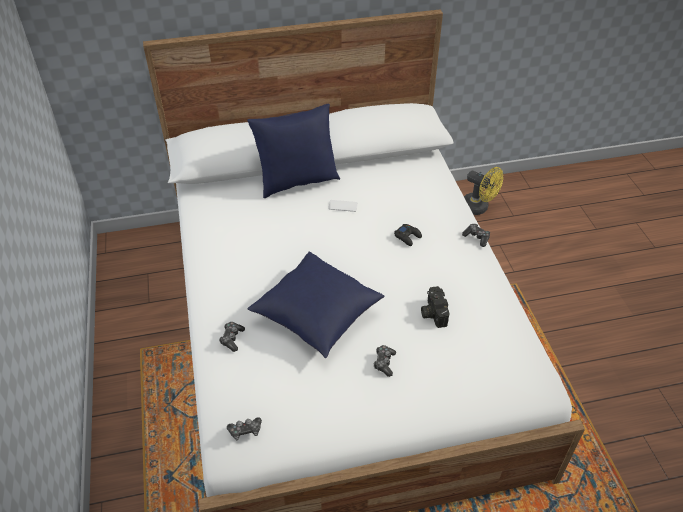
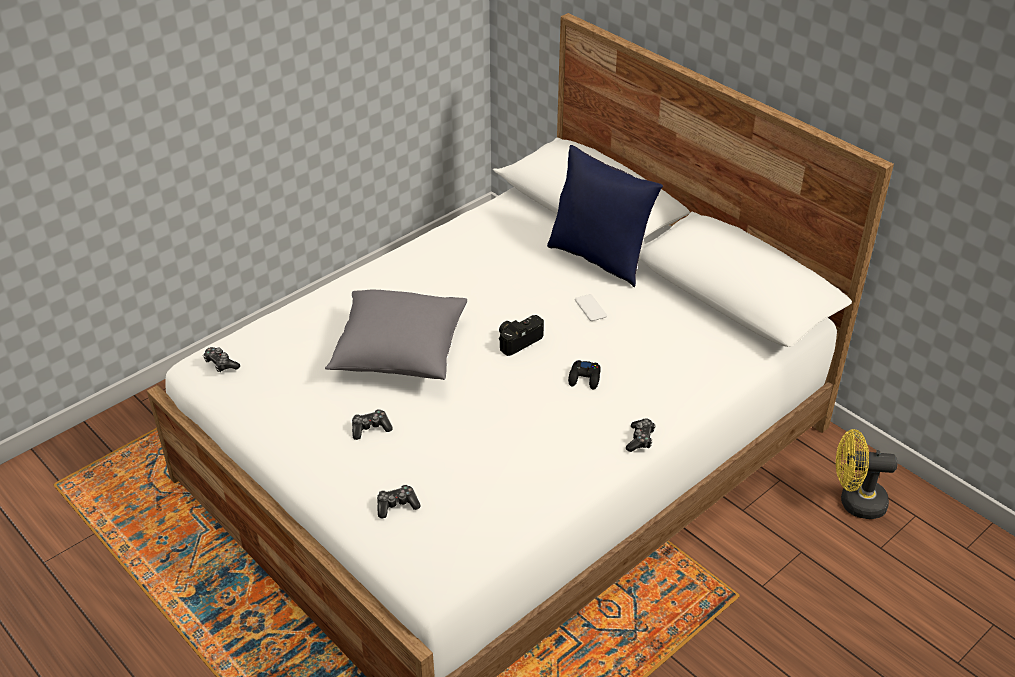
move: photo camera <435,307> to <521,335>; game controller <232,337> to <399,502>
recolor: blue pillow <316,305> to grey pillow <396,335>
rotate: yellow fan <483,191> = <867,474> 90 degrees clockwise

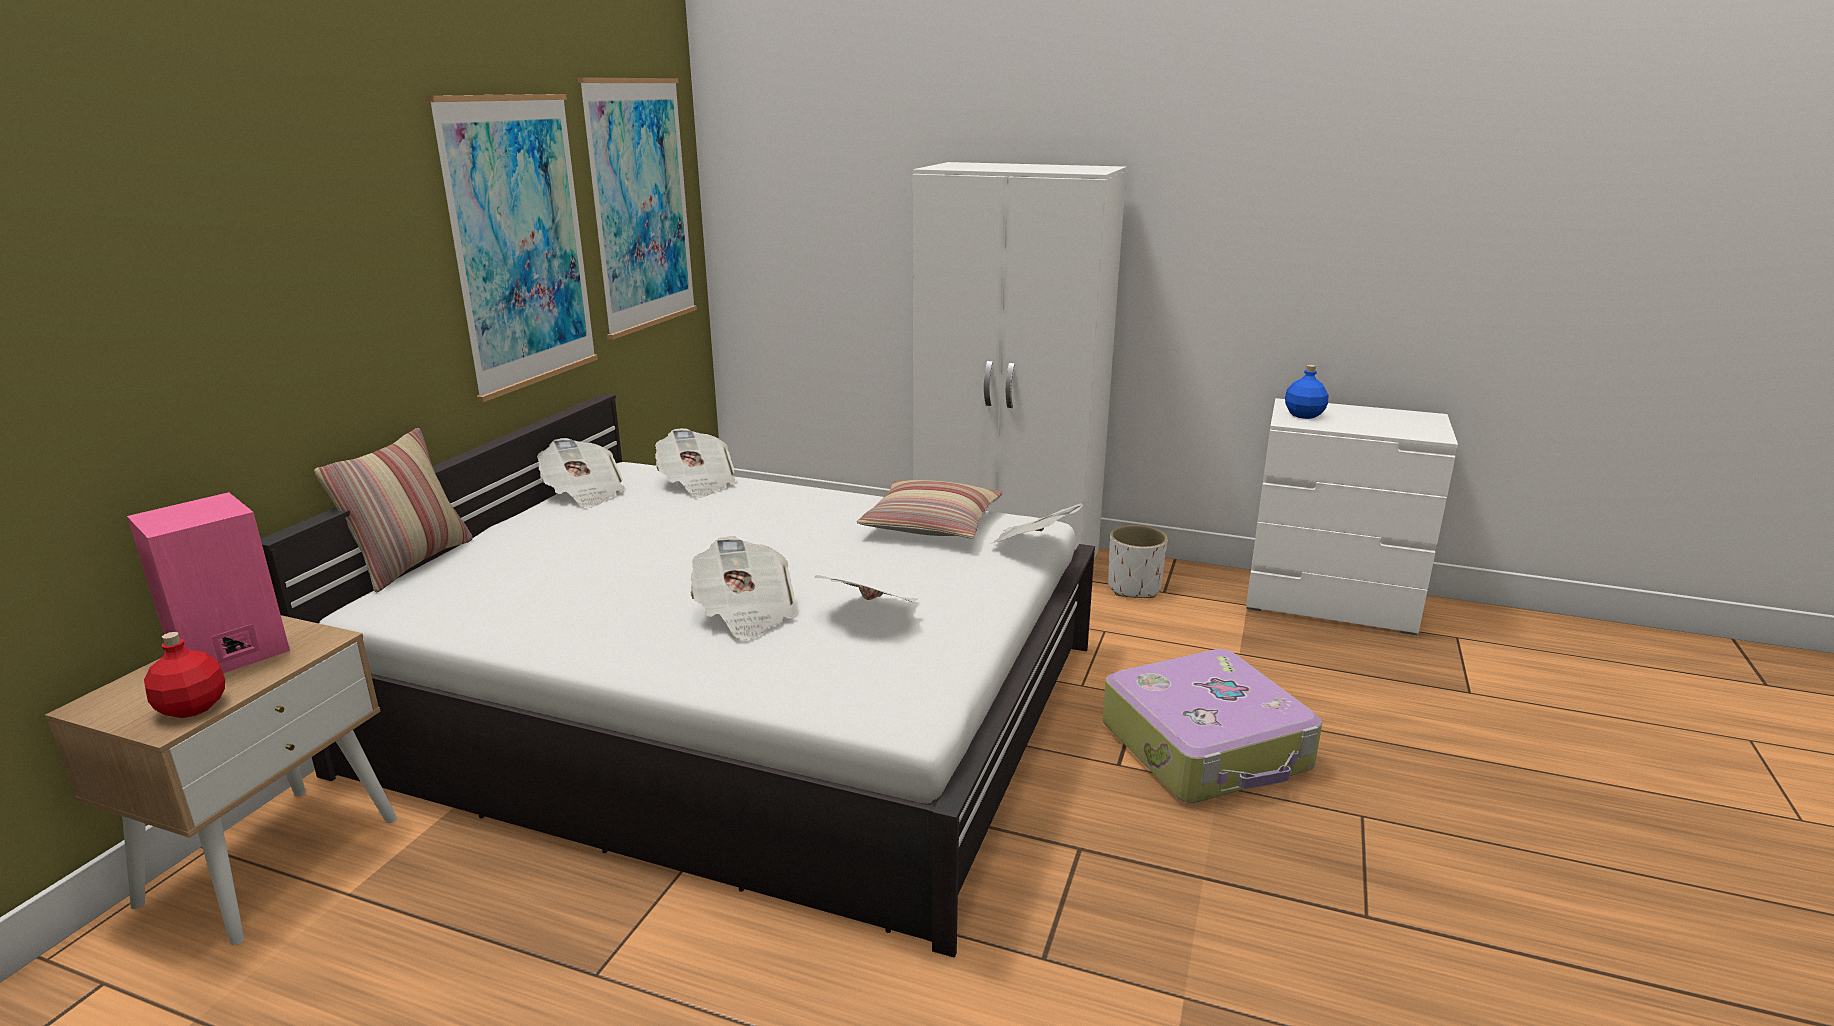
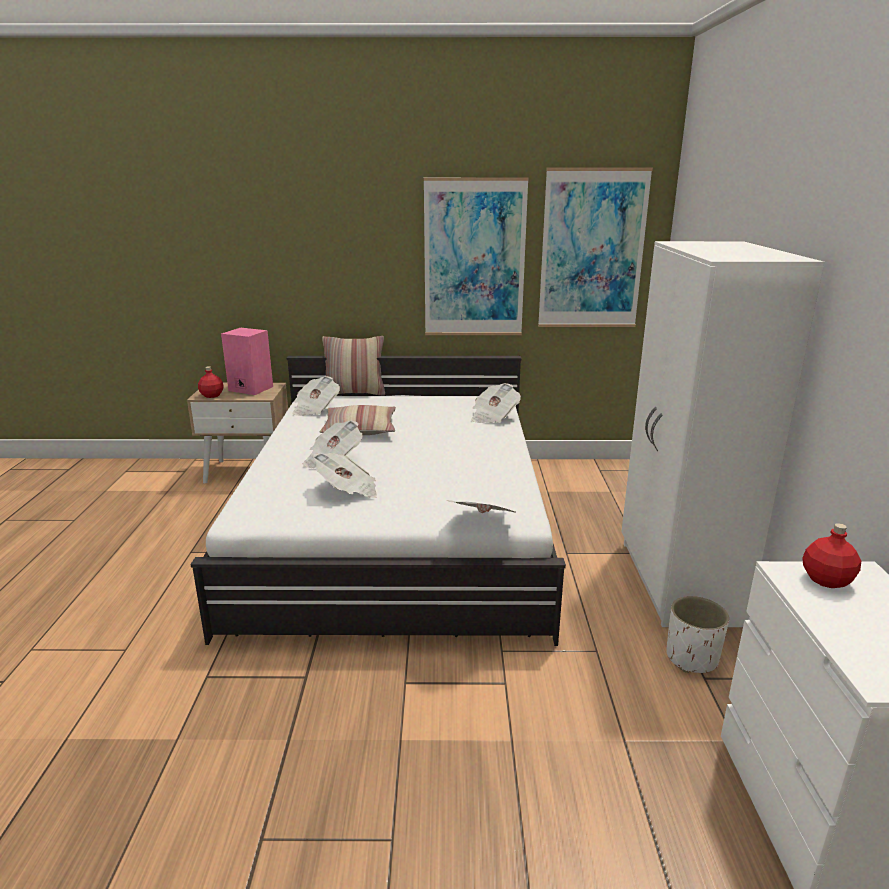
delete: suitcase <1212,726>
move: newspaper <581,473> to <316,396>; pillow <929,509> to <358,420>
recolor: blue bottle <1306,392> to red bottle <831,555>

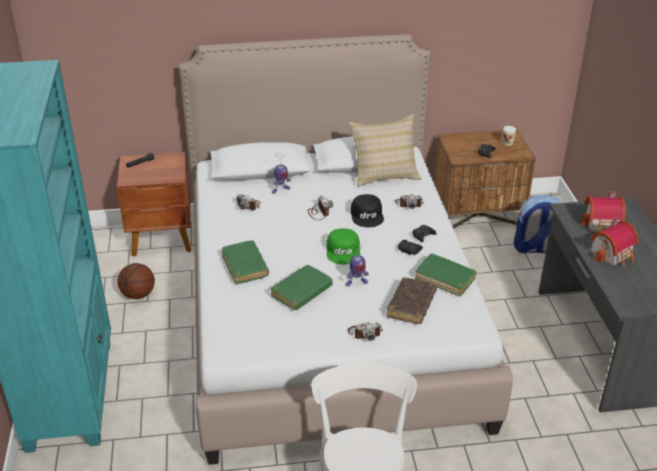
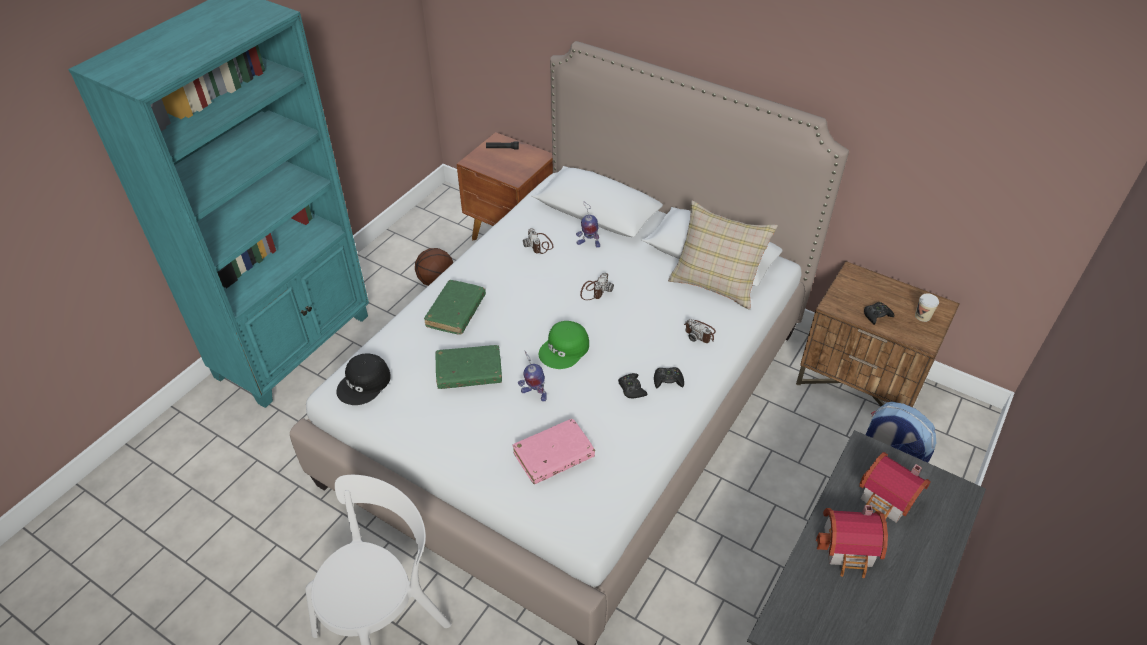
delete: green book <446,275>; photo camera <365,331>
move: black cap <367,210> to <363,379>
recolor: brown book <411,300> to pink book <554,451>

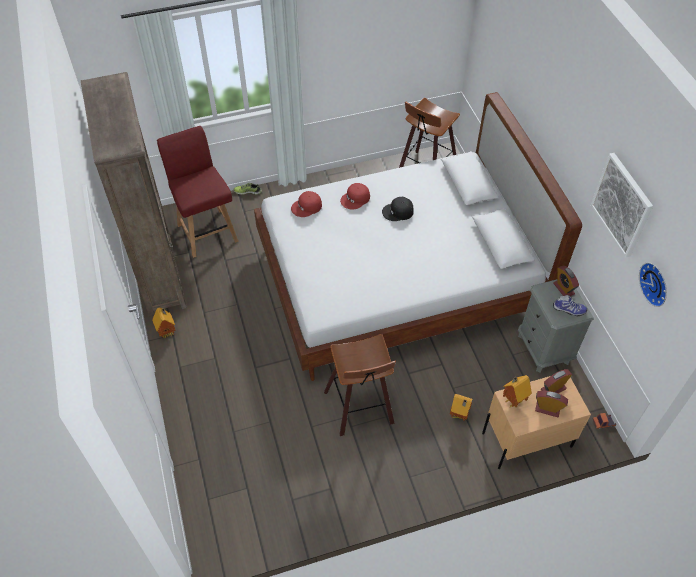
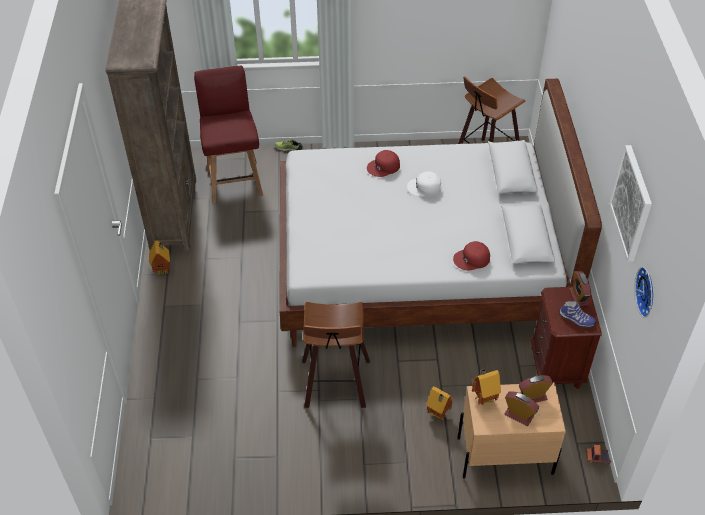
move: red cap <306,204> to <471,256>
recolor: black cap <398,209> to white cap <424,184>; grey nightstand <556,326> to brown nightstand <566,338>

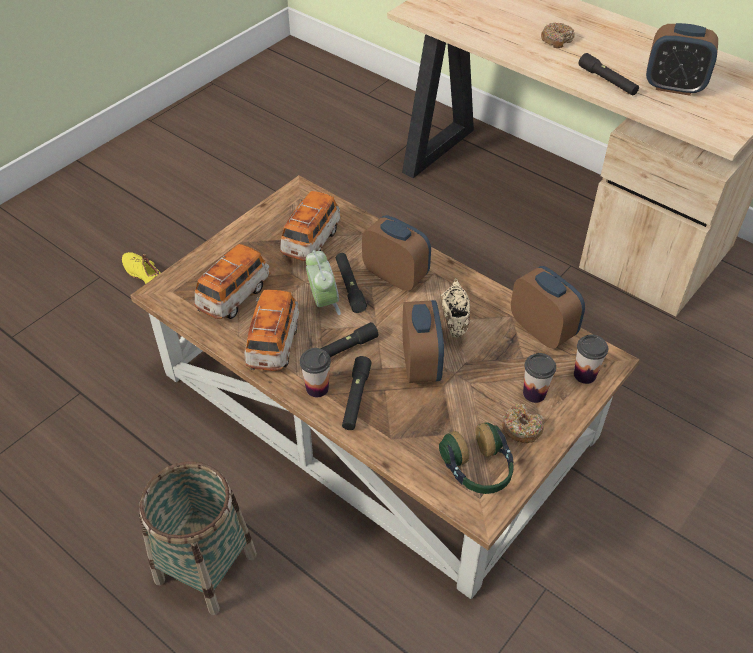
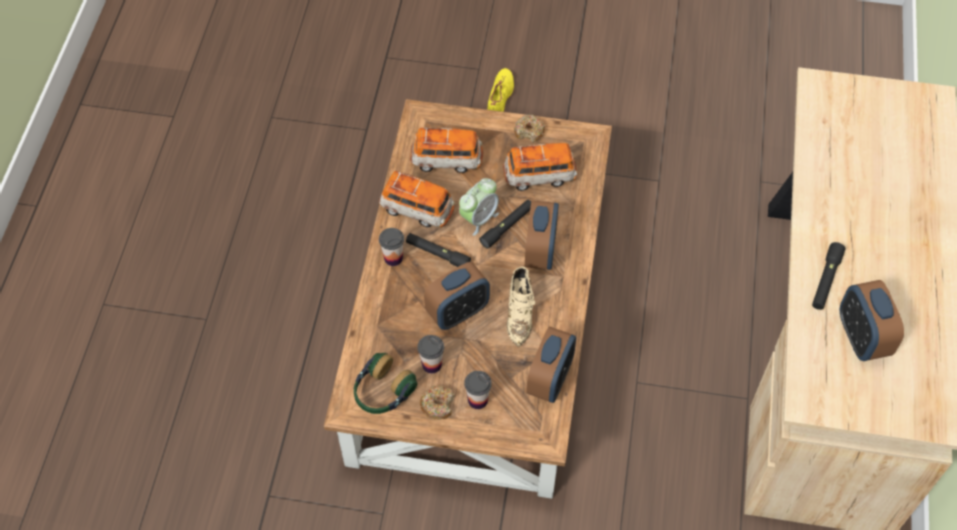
delete: black flashlight <357,393>; basket <198,538>
move: donut <558,35> to <529,128>; cup <591,359> to <430,354>
rotate: beige shoe <455,308> = <521,307> 120 degrees clockwise; toy car <271,330> = <416,199> 45 degrees clockwise

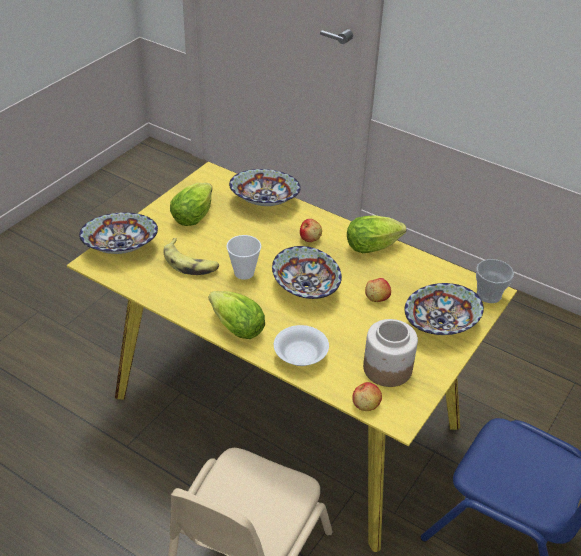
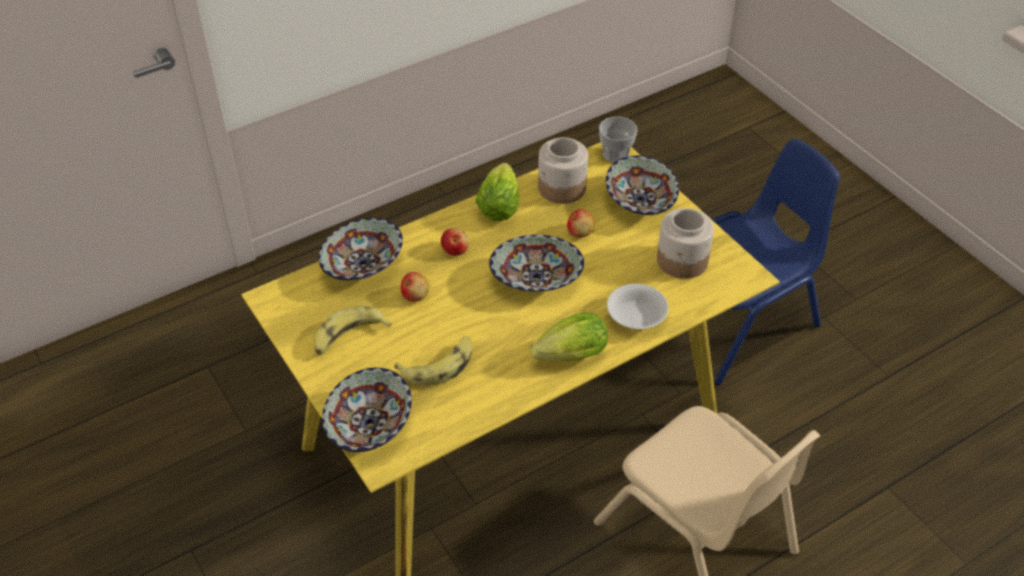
delete: cup <243,257>
insert: jar <563,170>
move: apple <367,396> to <415,287>
replace: lettuce <191,204> to banana <353,330>

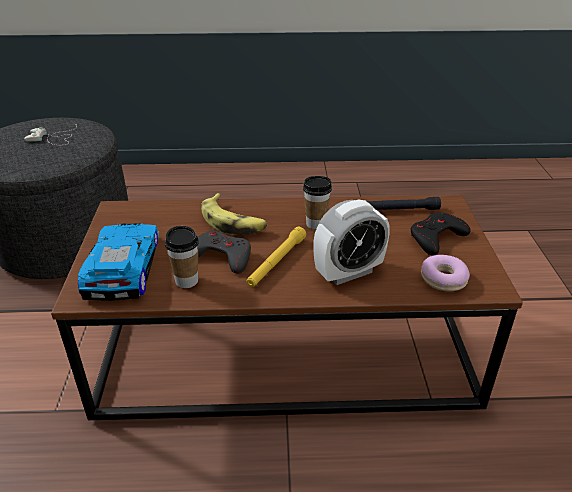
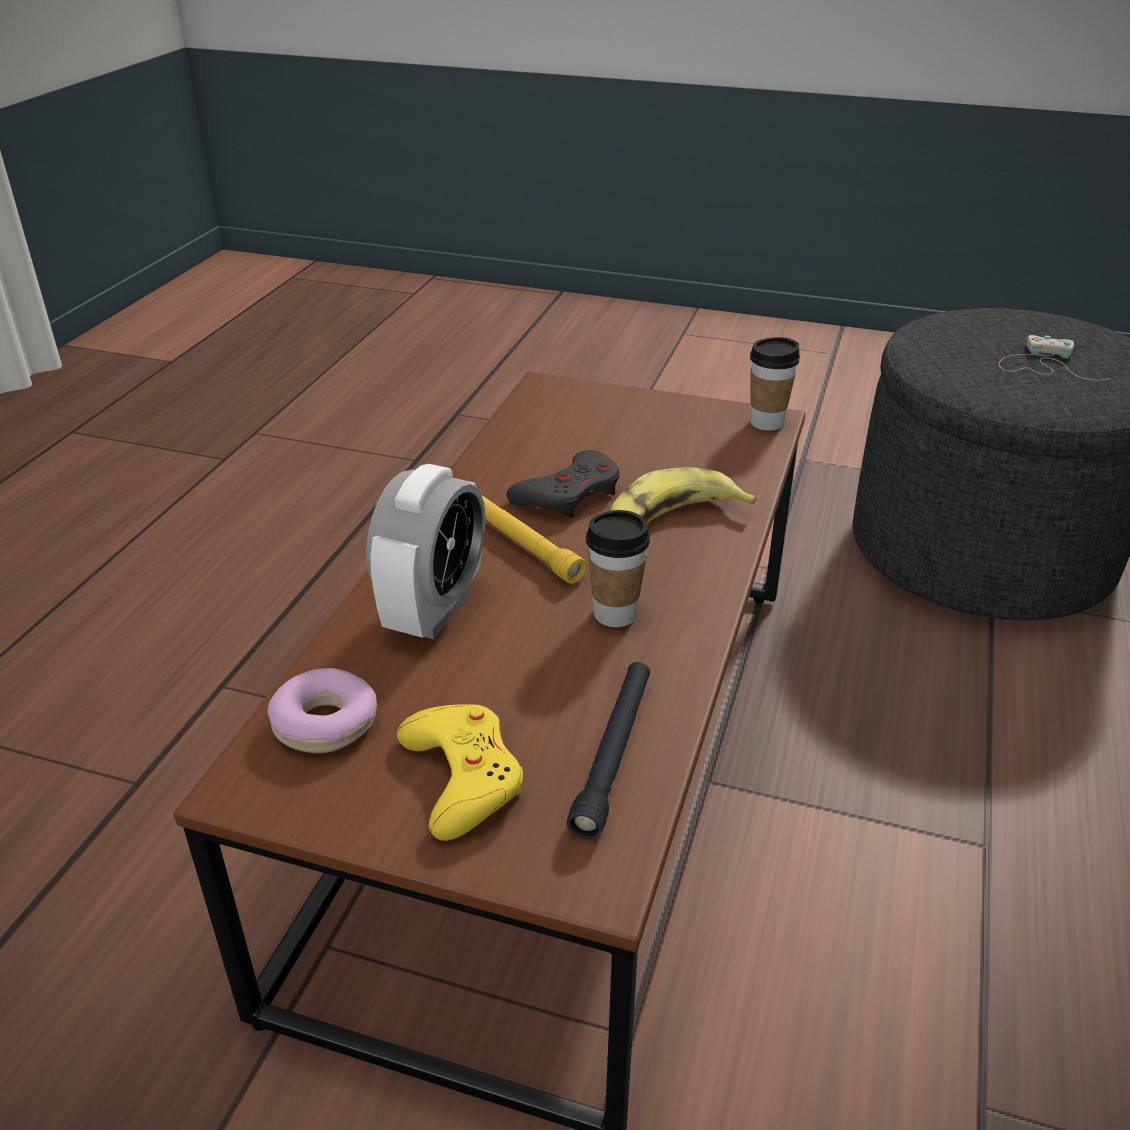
delete: toy car <118,262>
move: cup <182,257> to <775,384>
recolor: black game controller <441,233> to yellow game controller <460,772>
rotate: alarm clock <351,242> = <425,551> 150 degrees counterclockwise

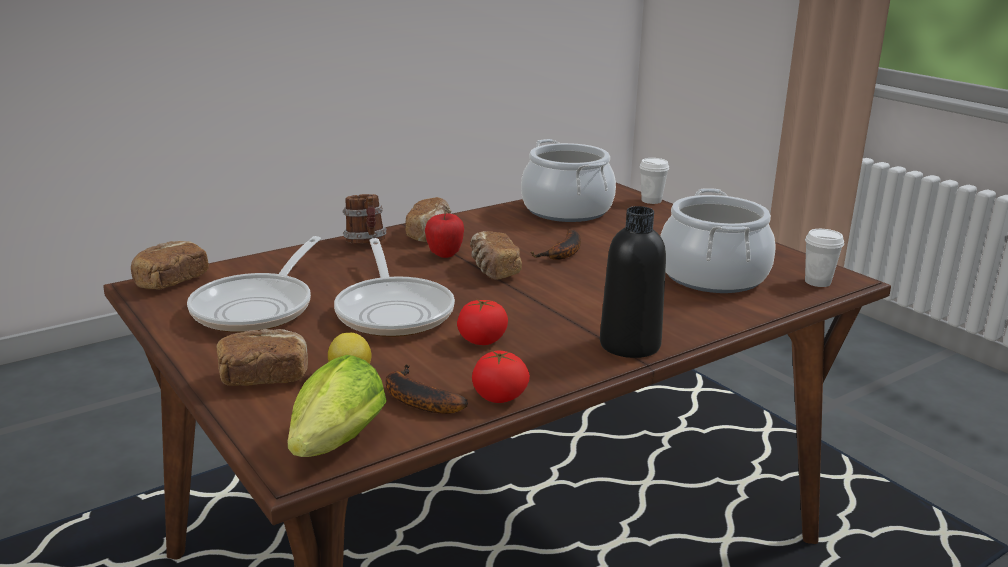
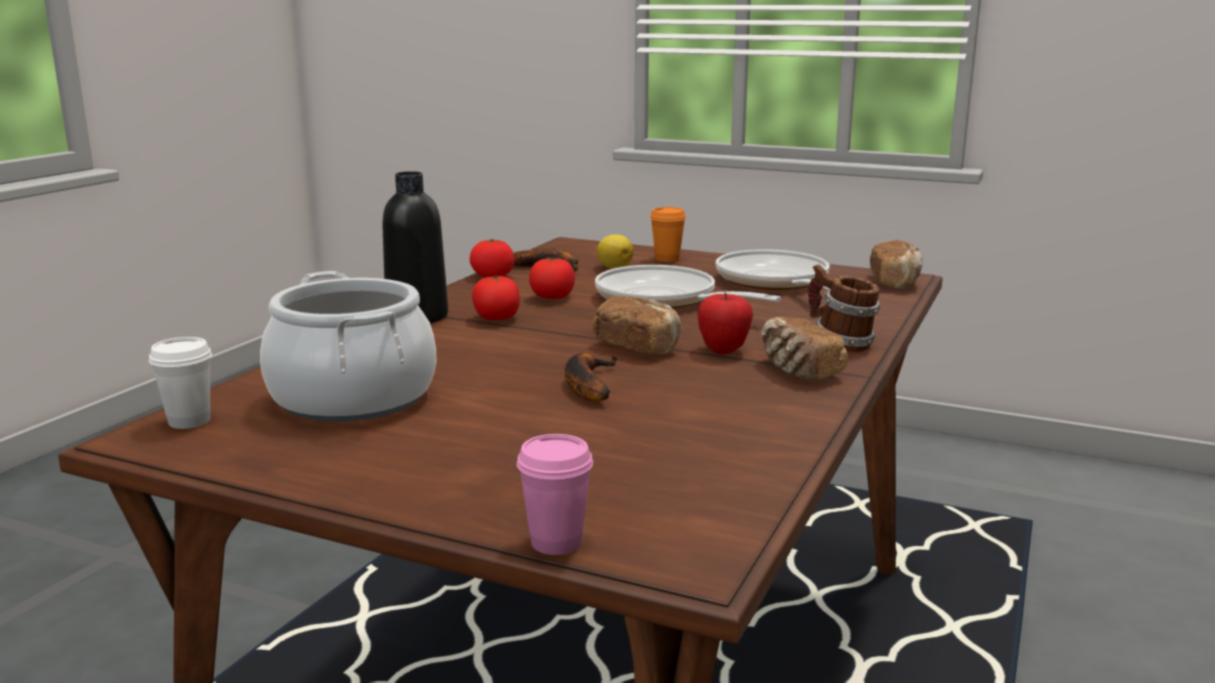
delete: cooking pot <568,180>; lettuce <337,406>
insert: tomato <496,298>
replace: bread <262,357> to orange cup <668,234>
recolor: white cup <654,181> to pink cup <555,494>

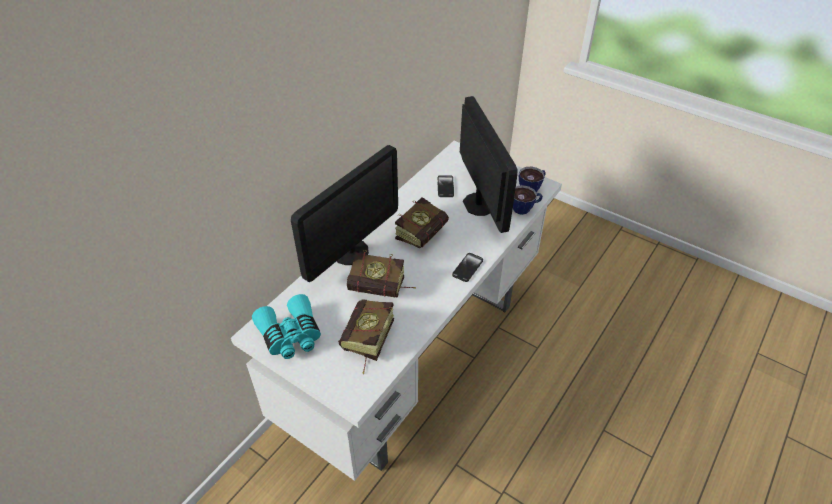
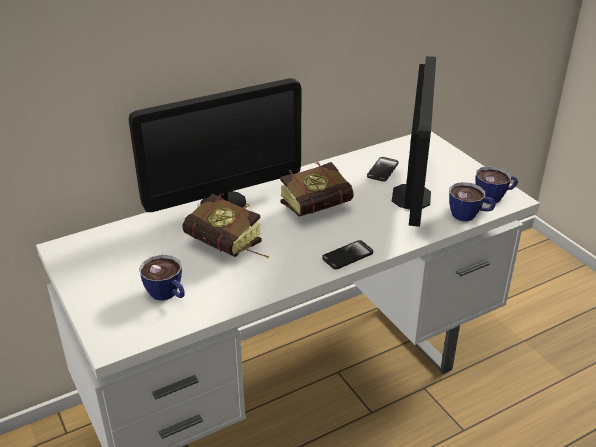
delete: turquoise binoculars <286,326>
replace: book <366,336> to cup <162,278>

